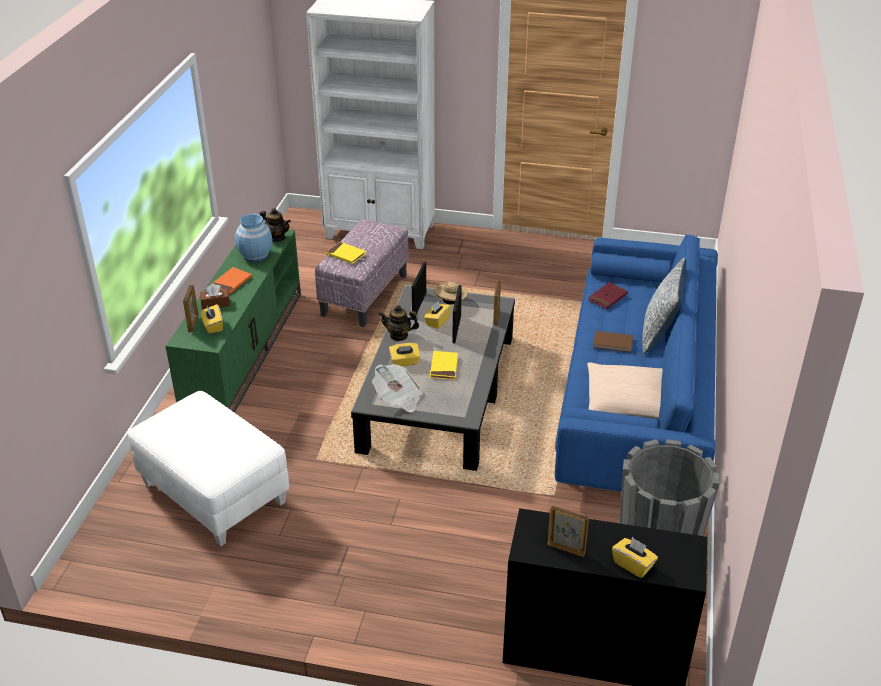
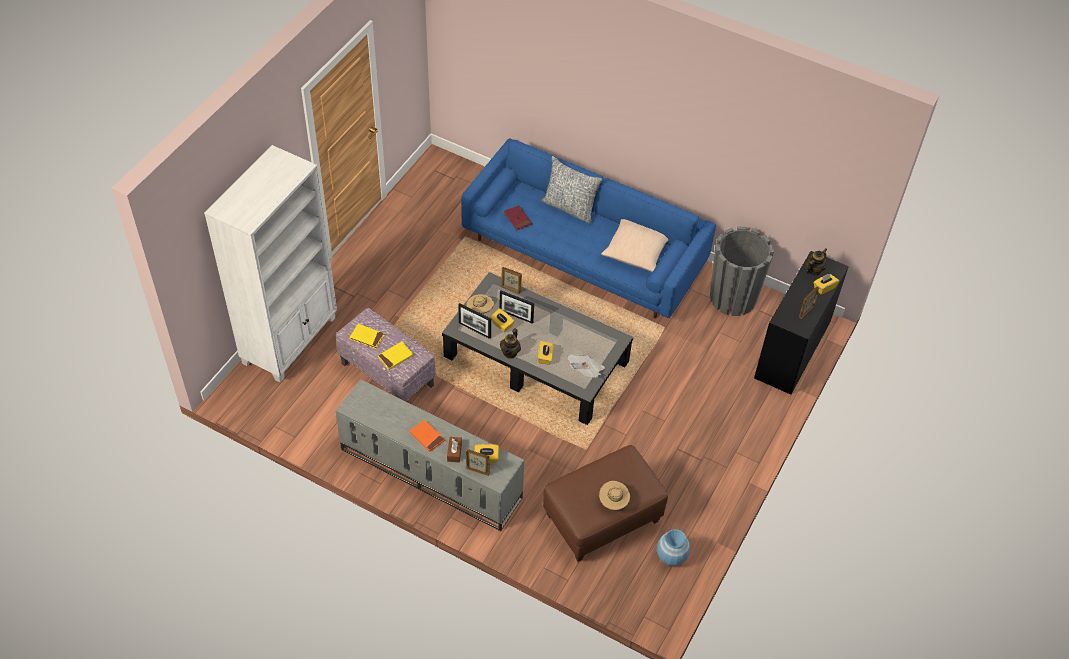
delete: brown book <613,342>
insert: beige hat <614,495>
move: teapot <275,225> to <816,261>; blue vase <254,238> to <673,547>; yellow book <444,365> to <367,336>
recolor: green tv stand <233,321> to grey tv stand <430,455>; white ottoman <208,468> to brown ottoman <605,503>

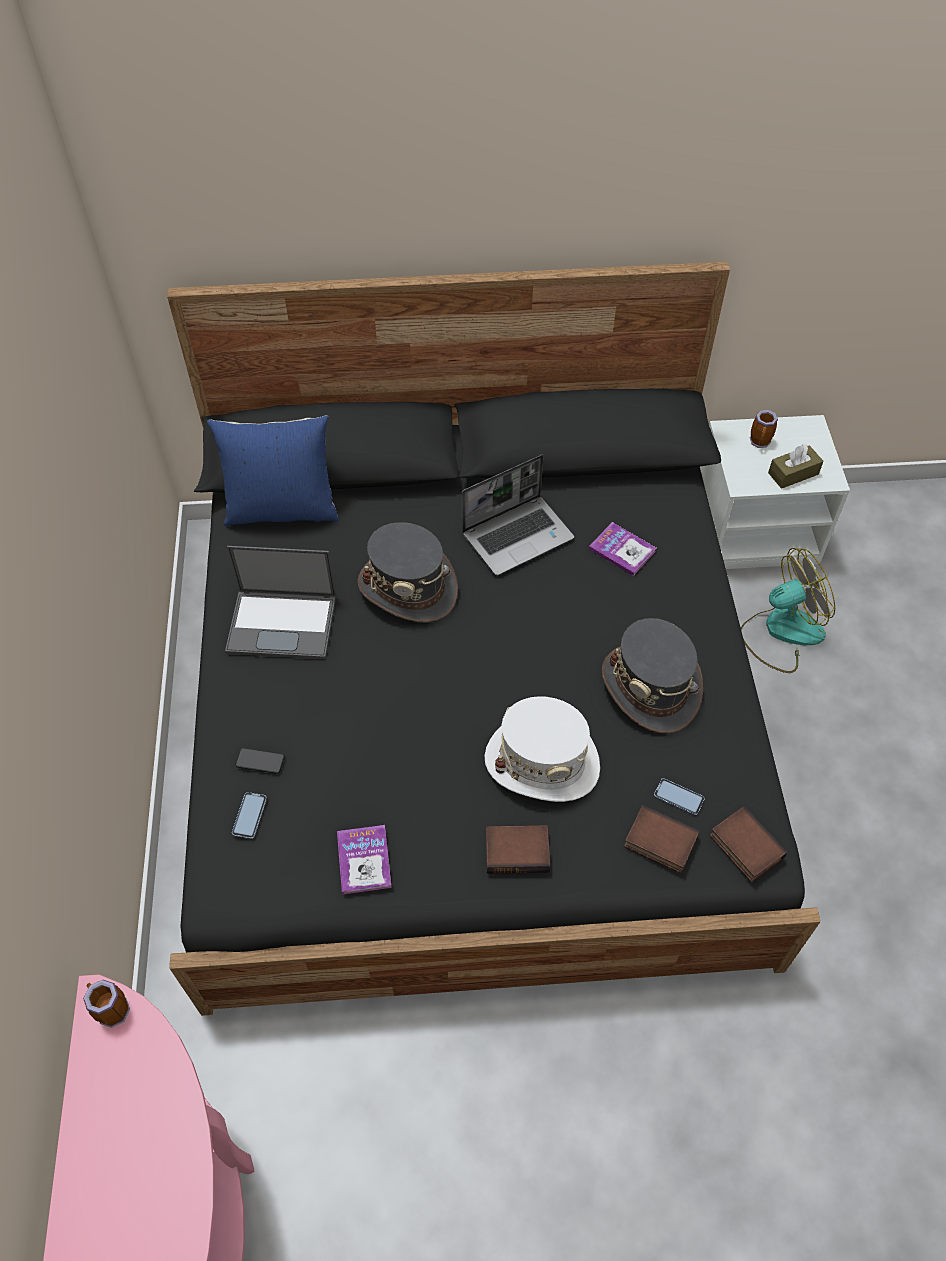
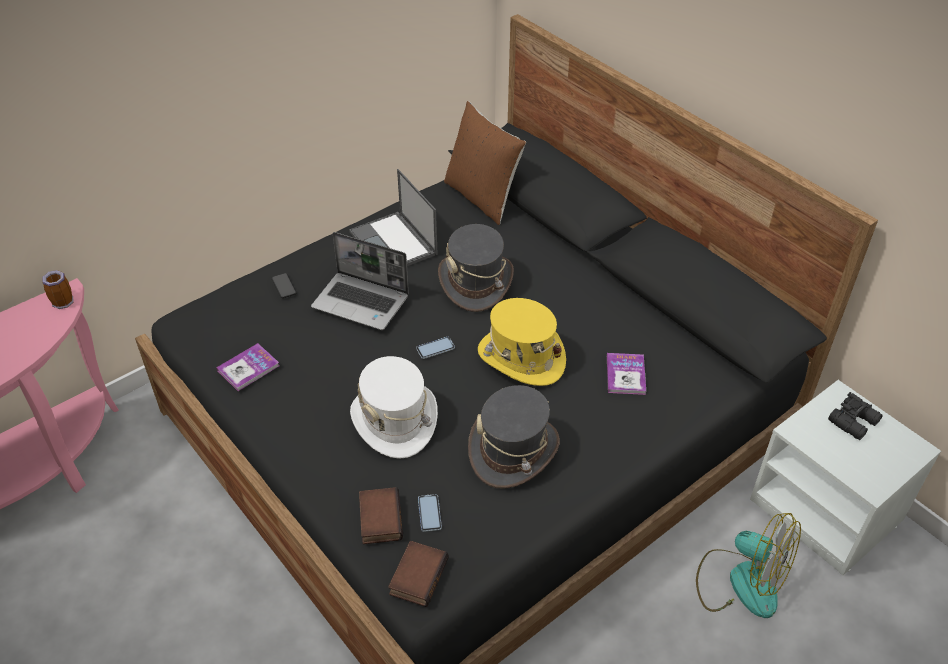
delete: brown tissue box <795,466>; book <518,849>
insert: yellow hat <522,342>
move: laptop <518,515> to <360,281>; phone <249,815> to <435,348>
replace: mug <764,429> to black binoculars <855,416>
recolor: blue pillow <273,470> to brown pillow <485,163>

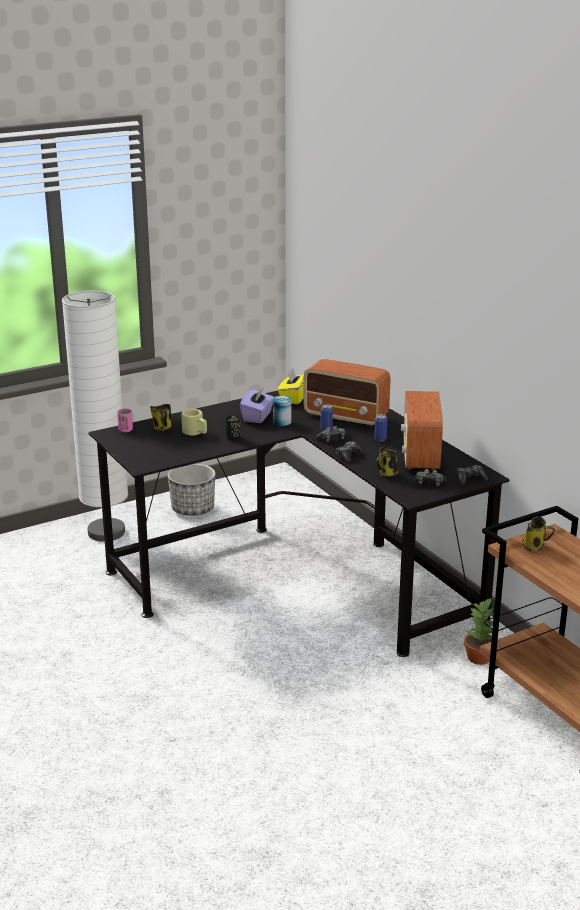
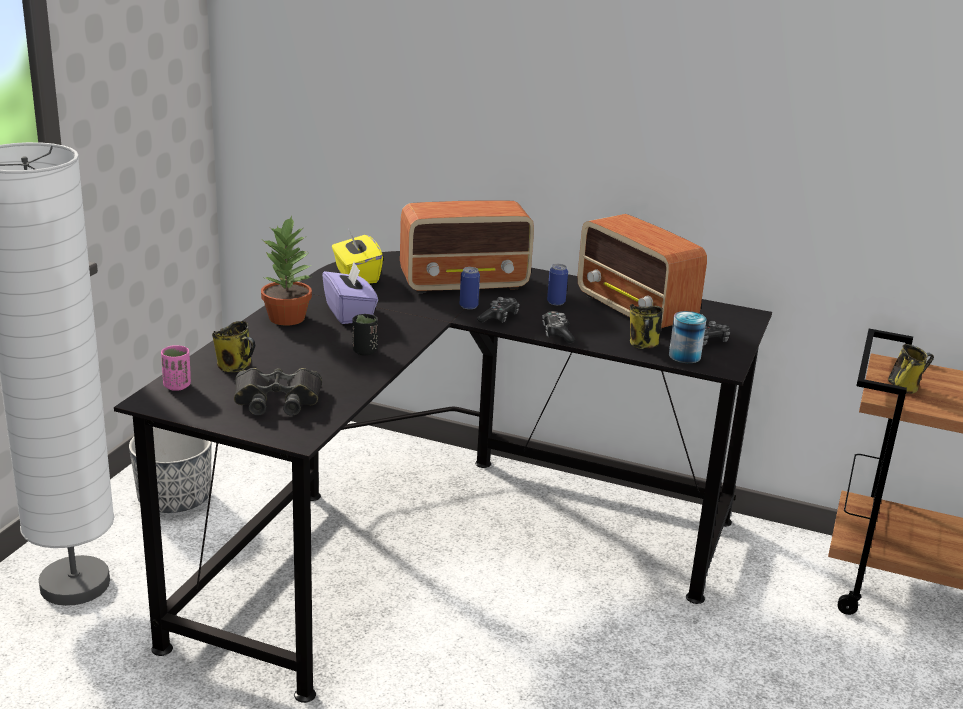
delete: beige mug <194,422>; game controller <472,475>
insert: black binoculars <278,392>
move: can <282,411> to <687,337>; potted plant <479,632> to <286,271>

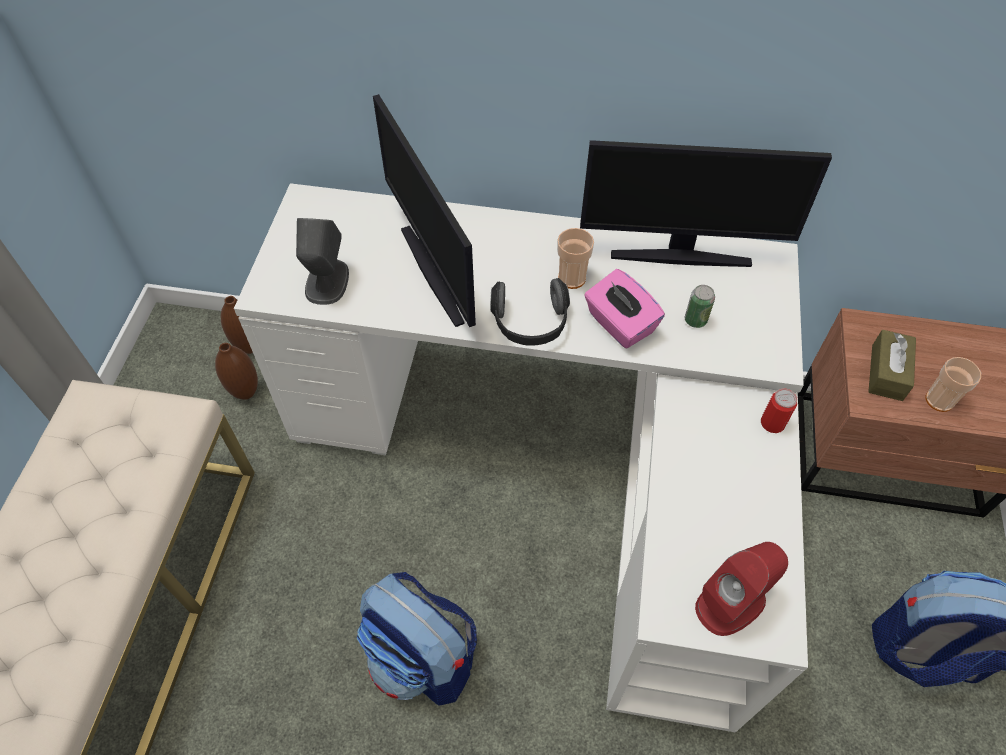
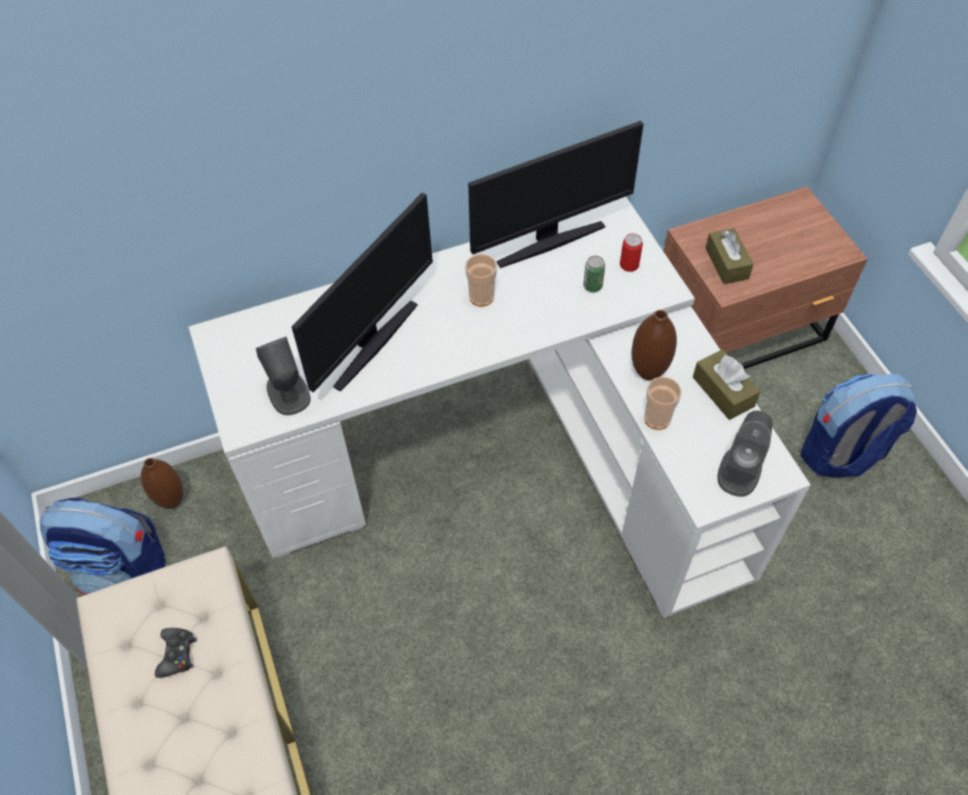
delete: pink tissue box <624,308>; headphones <530,312>
insert: brown tissue box <726,384>; black game controller <176,653>
move: brown vase <236,371> to <654,345>; cup <953,384> to <662,403>; can <779,410> to <631,252>; backpack <417,639> to <103,546>
recolor: red speaker <741,589> to grey speaker <745,453>
rotate: monitor <424,210> = <362,292> 90 degrees counterclockwise

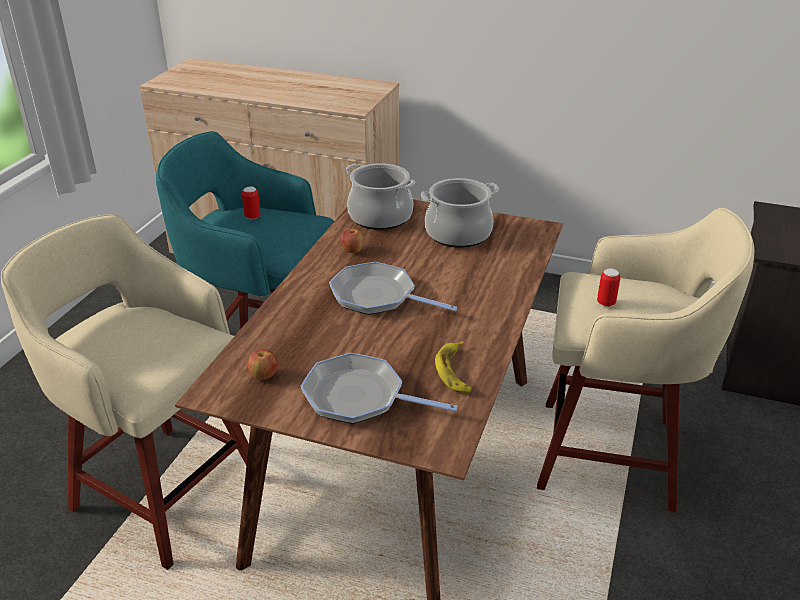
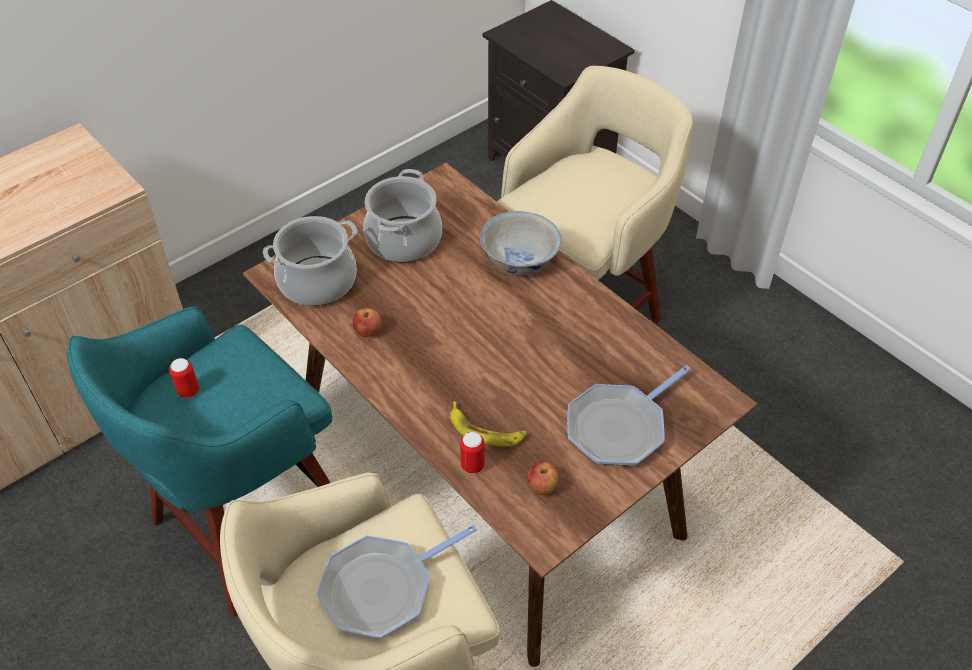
insert: white bowl <521,243>
move: frying pan <393,288> to <397,582>; can <608,287> to <472,453>; banana <453,367> to <488,424>

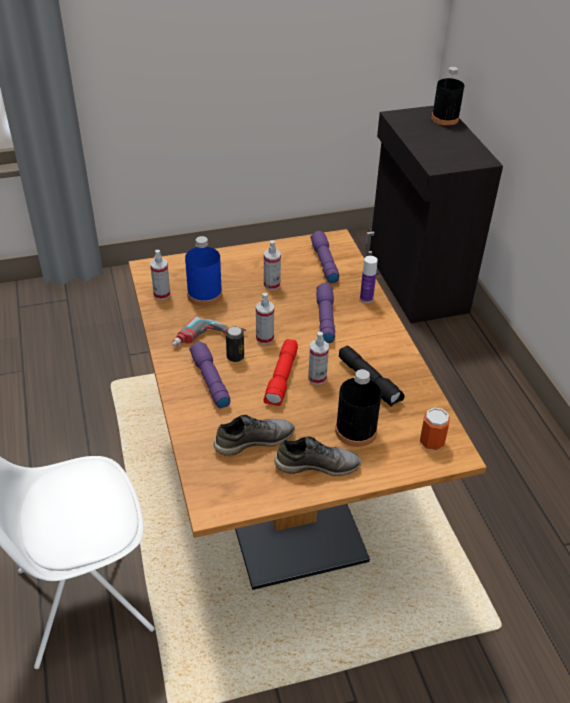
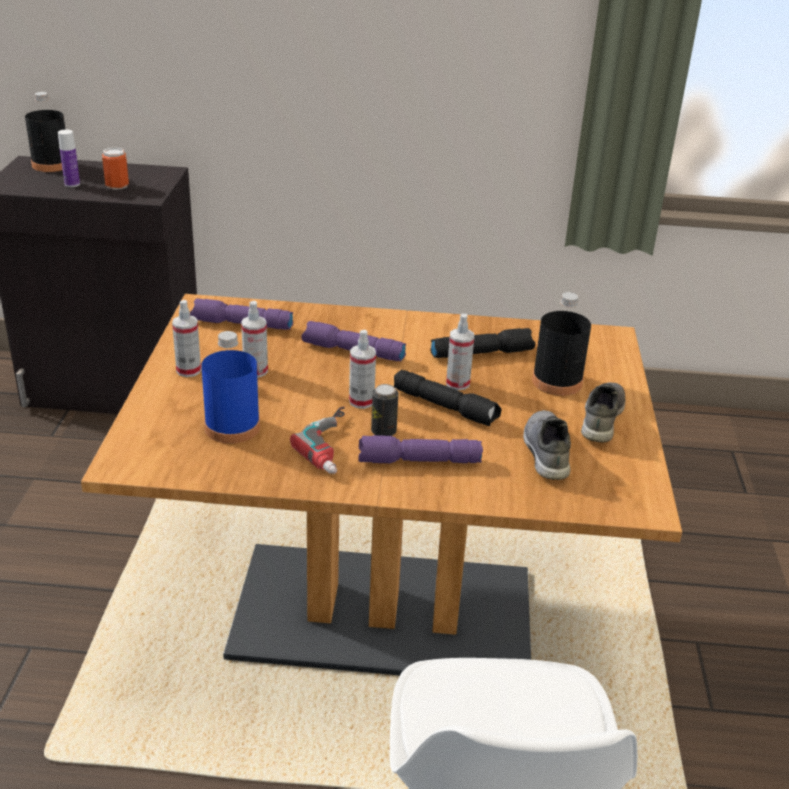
move: spray bottle <160,275> to <186,338>; bottle <369,279> to <69,158>; can <435,429> to <115,169>
recolor: red flashlight <281,372> to black flashlight <447,398>

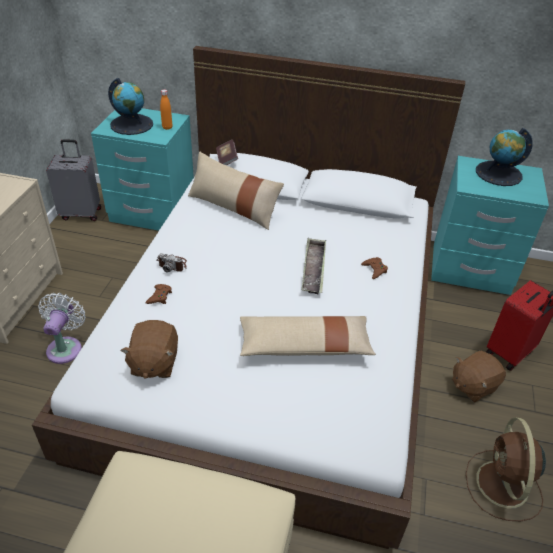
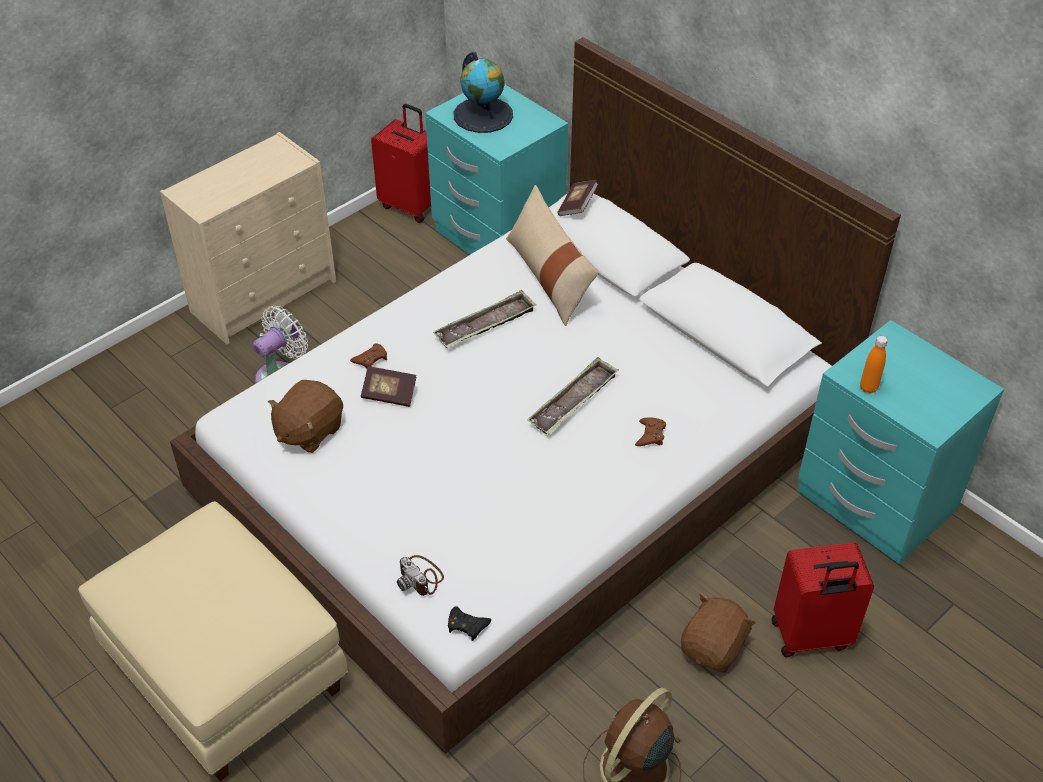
delete: globe <504,157>; beige pillow <308,336>
insert: tray <484,319>; book <388,386>; black game controller <469,623>
move: orange bottle <166,109> to <874,365>; photo camera <172,263> to <420,575>
recolor: grey suitcase <73,180> to red suitcase <401,163>
rotate: brown plush toy <479,376> = <718,633> 120 degrees clockwise

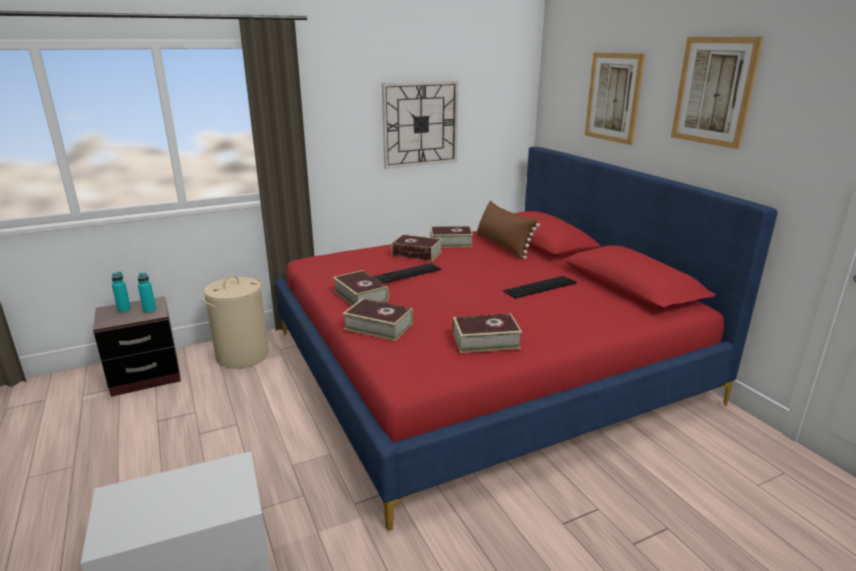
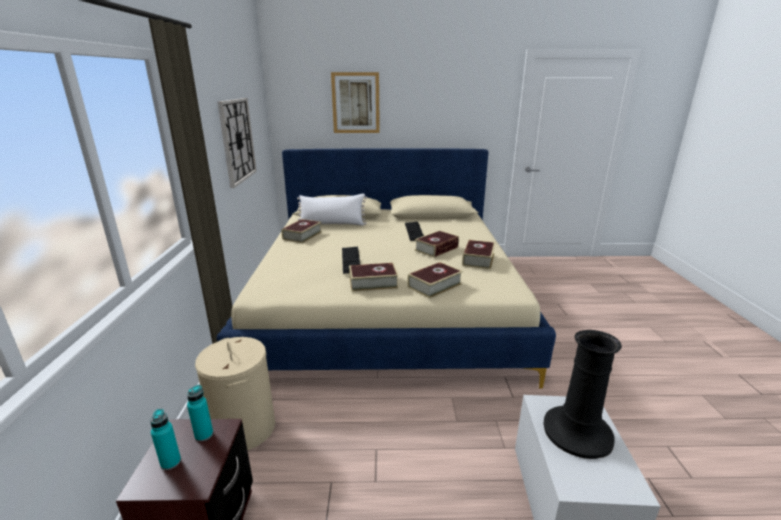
delete: picture <717,93>
insert: black vase <583,394>
move: book <416,247> to <437,244>
recolor: red bed <526,339> to beige bed <386,268>; brown pillow <508,229> to white pillow <332,210>

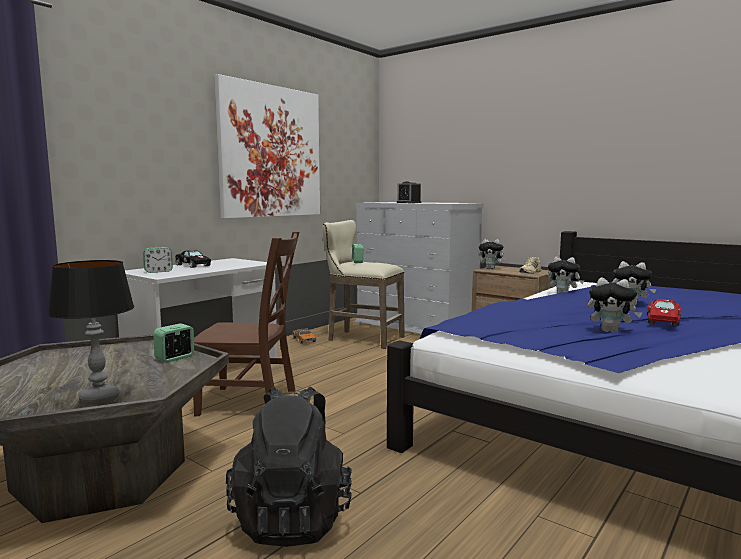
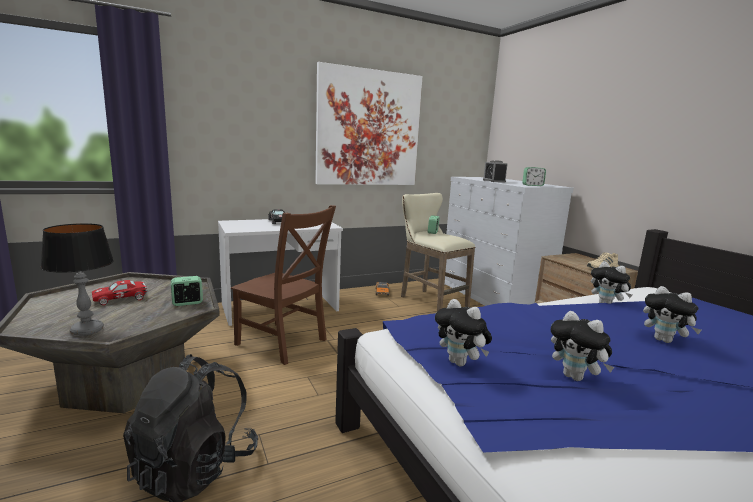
move: plush toy <493,254> to <463,332>; alarm clock <158,260> to <534,176>; red toy car <664,312> to <119,292>

